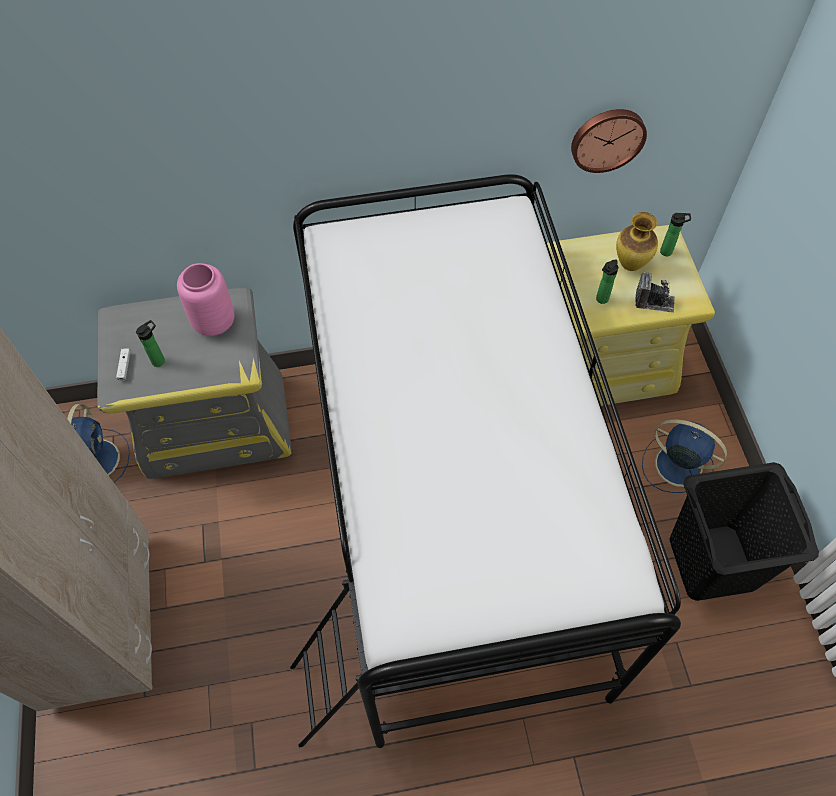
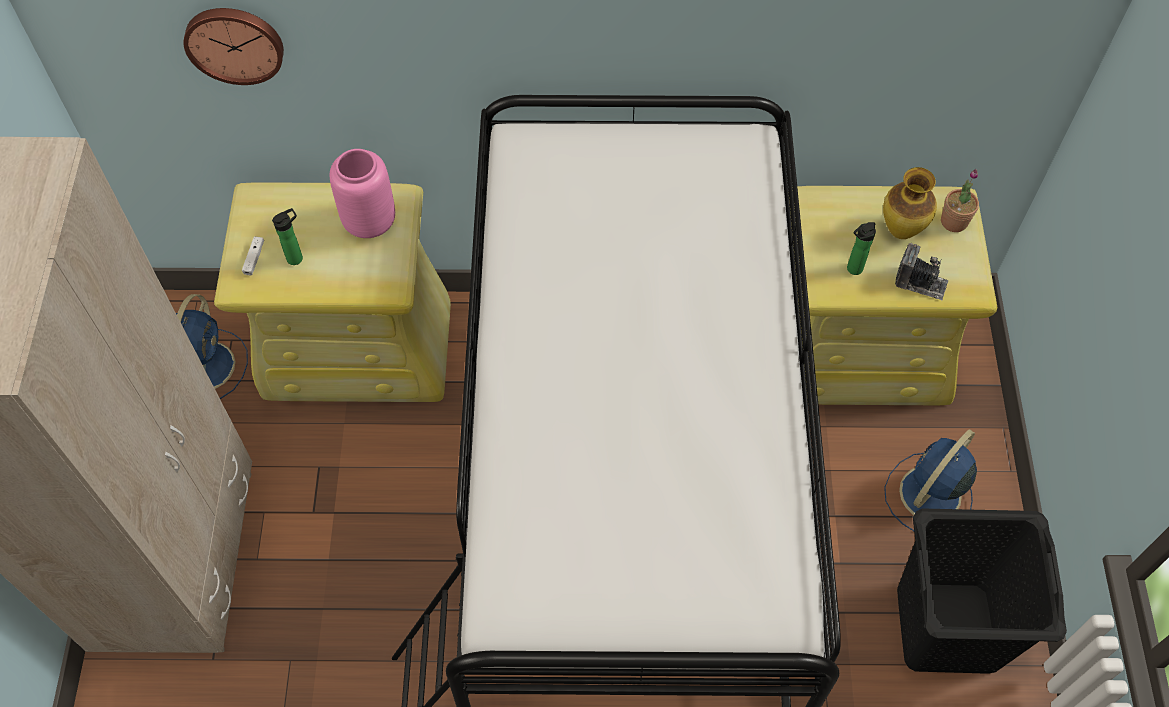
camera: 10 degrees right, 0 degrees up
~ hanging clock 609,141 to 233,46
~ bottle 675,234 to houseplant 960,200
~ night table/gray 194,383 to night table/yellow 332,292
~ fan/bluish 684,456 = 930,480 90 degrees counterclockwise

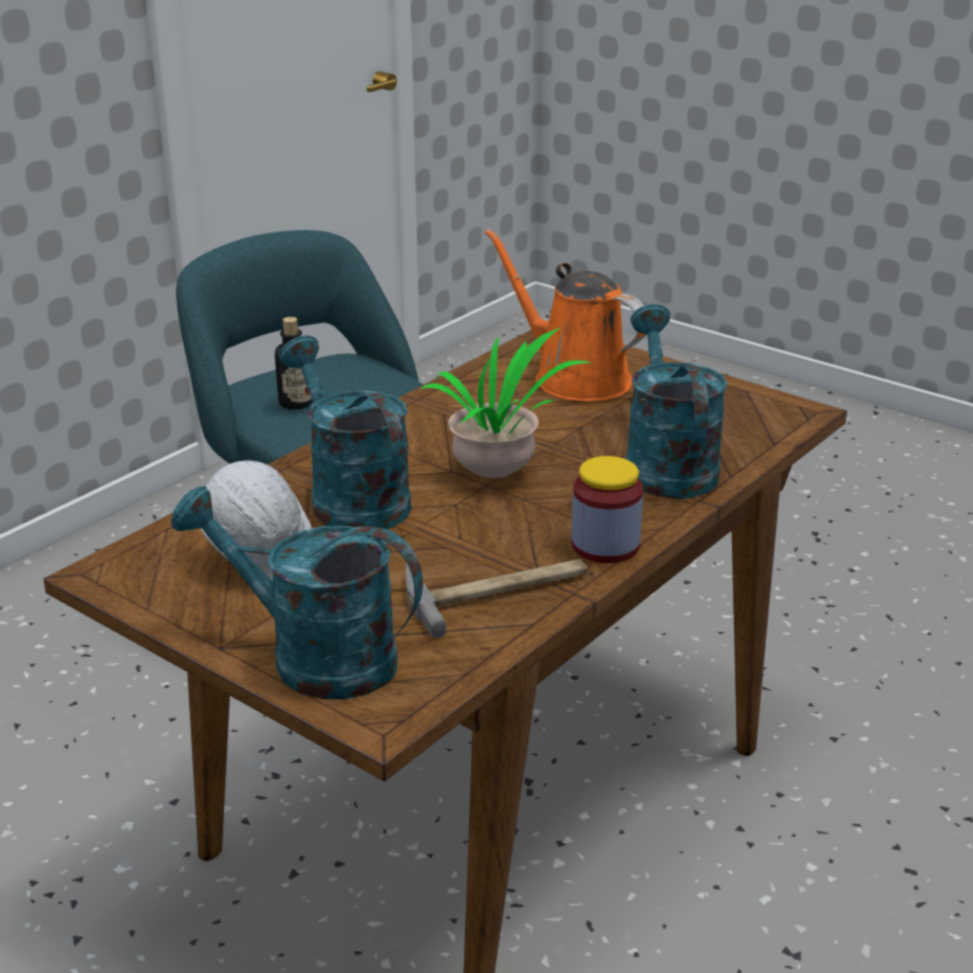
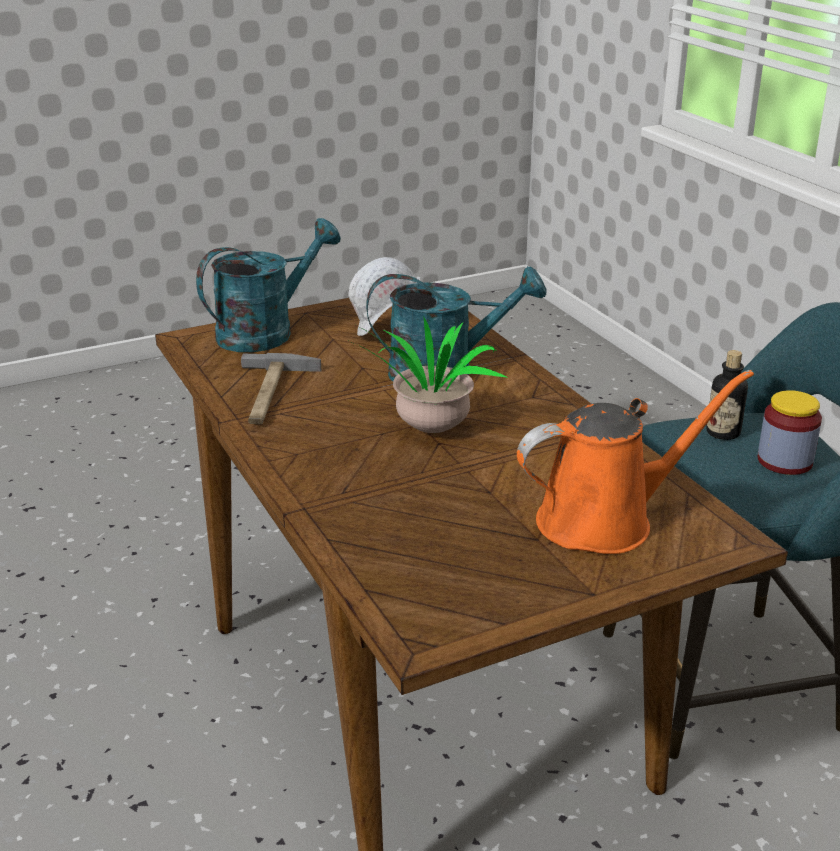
camera: 115 degrees right, 0 degrees up
- watering can/blue-green 676,401
~ storage jar 607,509 to 789,432

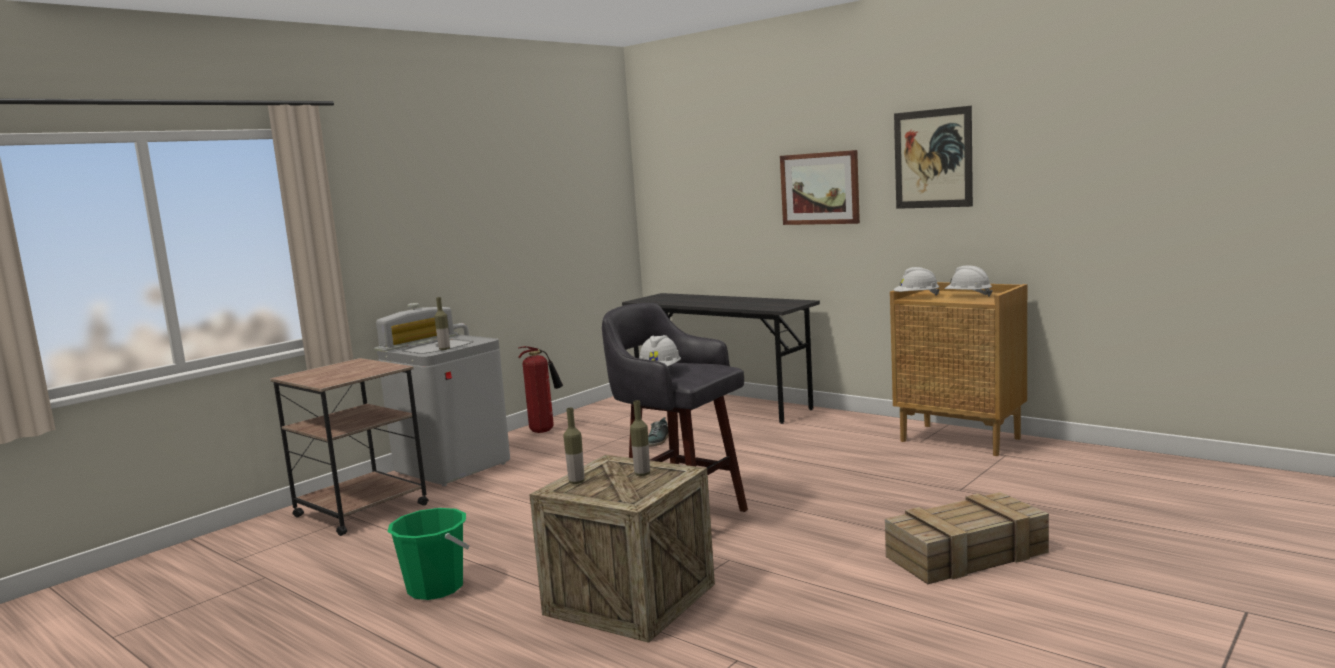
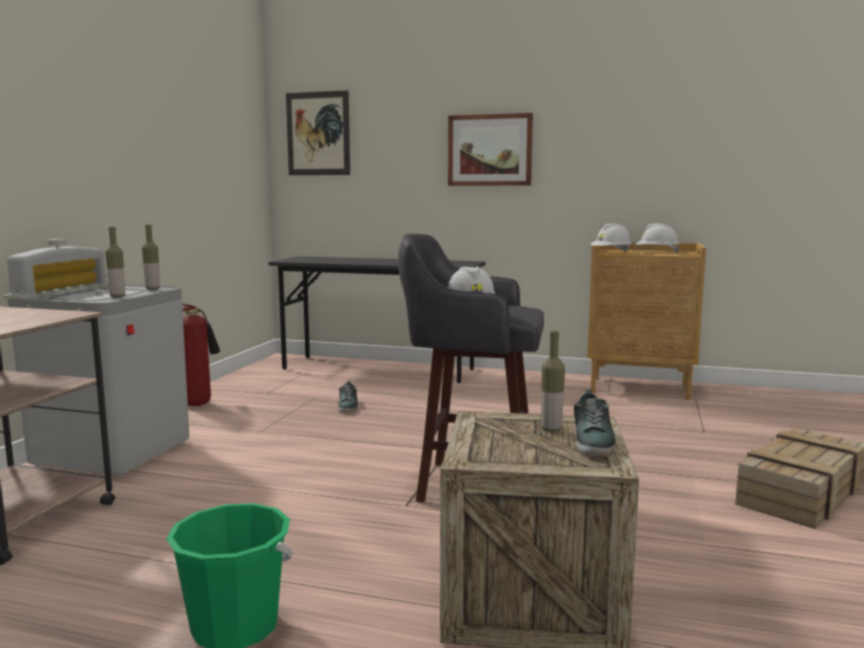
camera: 25 degrees left, 0 degrees up
~ picture 933,157 to 318,132
~ bottle 574,446 to 151,257
+ item of footwear 595,422

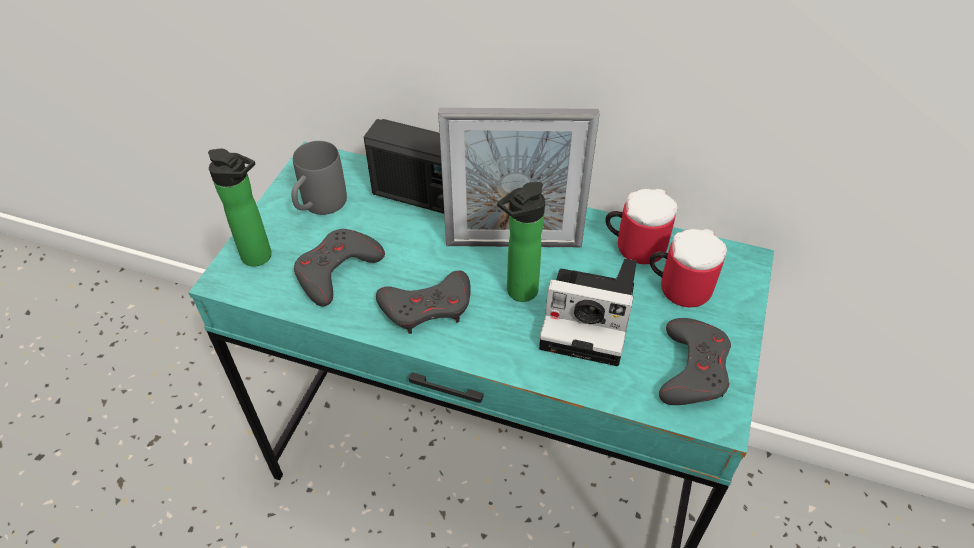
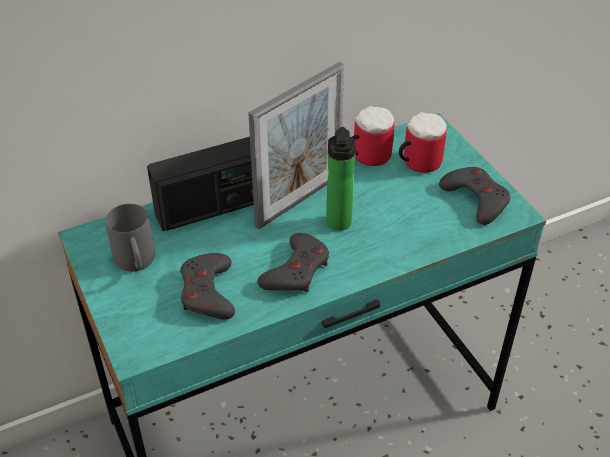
camera: 45 degrees left, 5 degrees down
- bottle 240,208
- photo camera 588,312

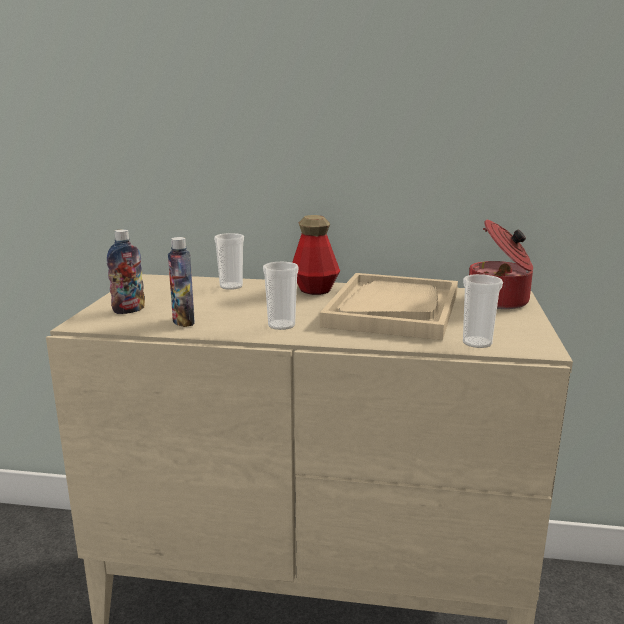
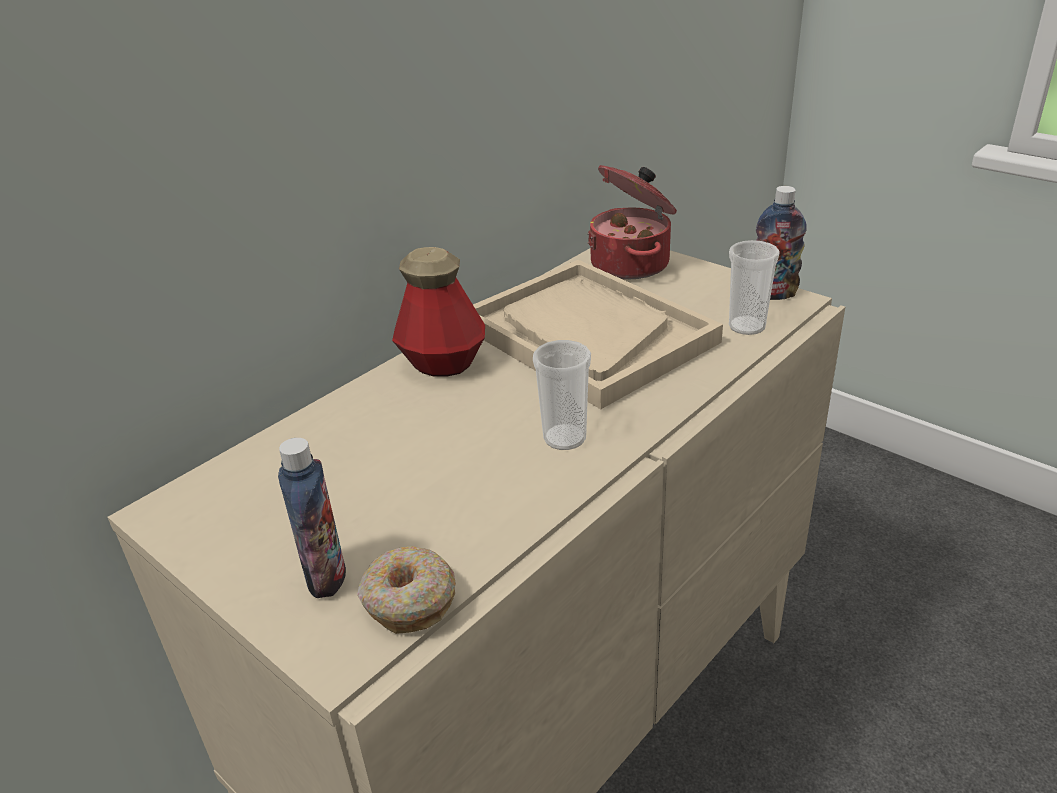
camera: 55 degrees left, 15 degrees up
- small cup 229,261
~ bottle 181,282 to 781,243
+ ring doughnut 406,590

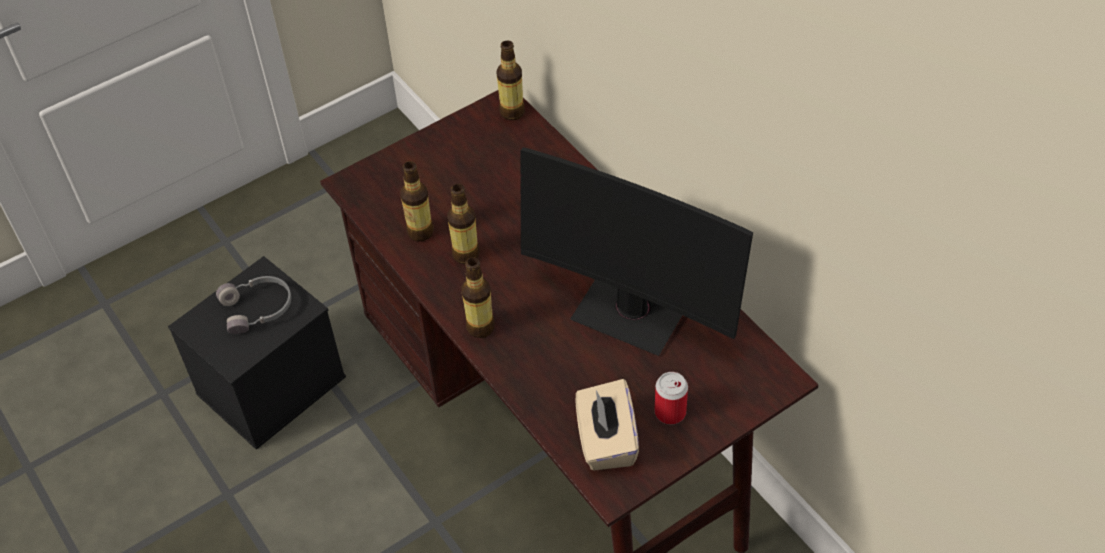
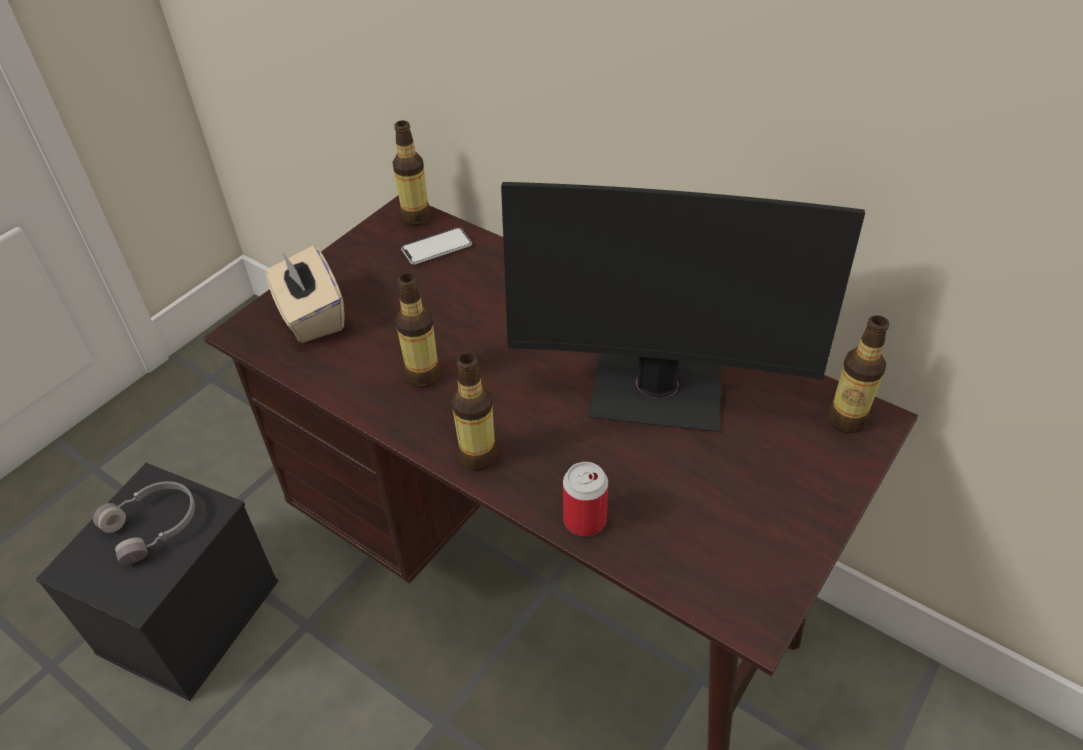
camera: 20 degrees left, 5 degrees down
~ bottle 417,201 to 858,374
~ metal can 671,398 to 585,499
~ tissue box/sand-coloured 607,424 to 305,294
+ handset 436,246

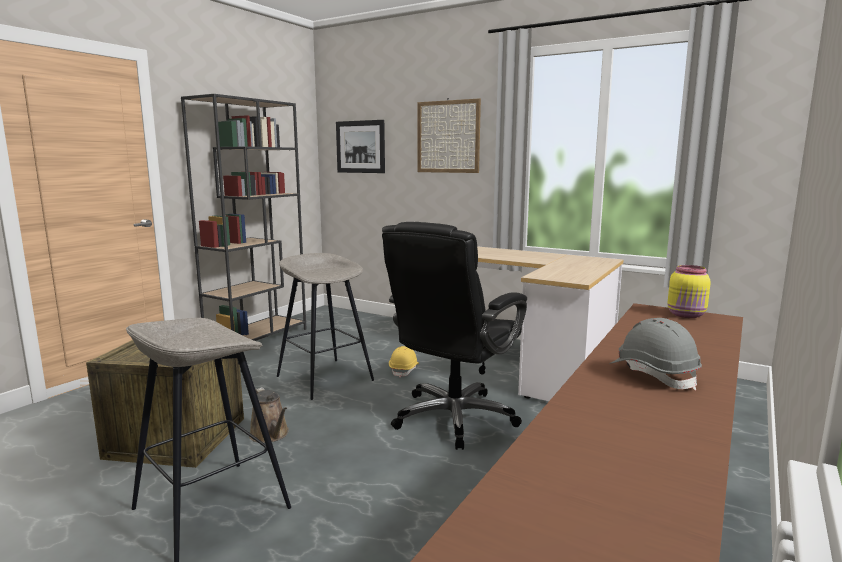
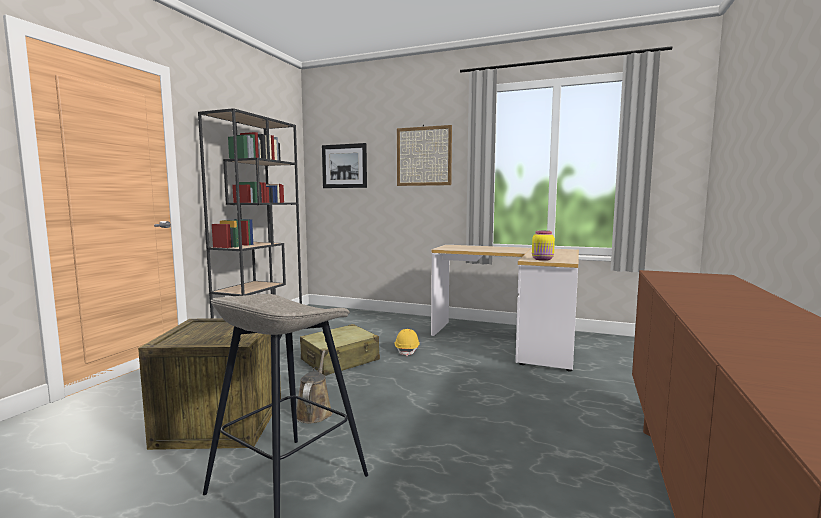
camera: 10 degrees left, 5 degrees down
- desk chair/black-coloured 454,336
~ stool seat/gray 325,326 to piece of luggage/sand-coloured 340,350
~ storage jar/yellow 689,291 to 543,246
- safety helmet/gray 655,354
~ watering can/brownish 269,415 = 314,386 135 degrees counterclockwise

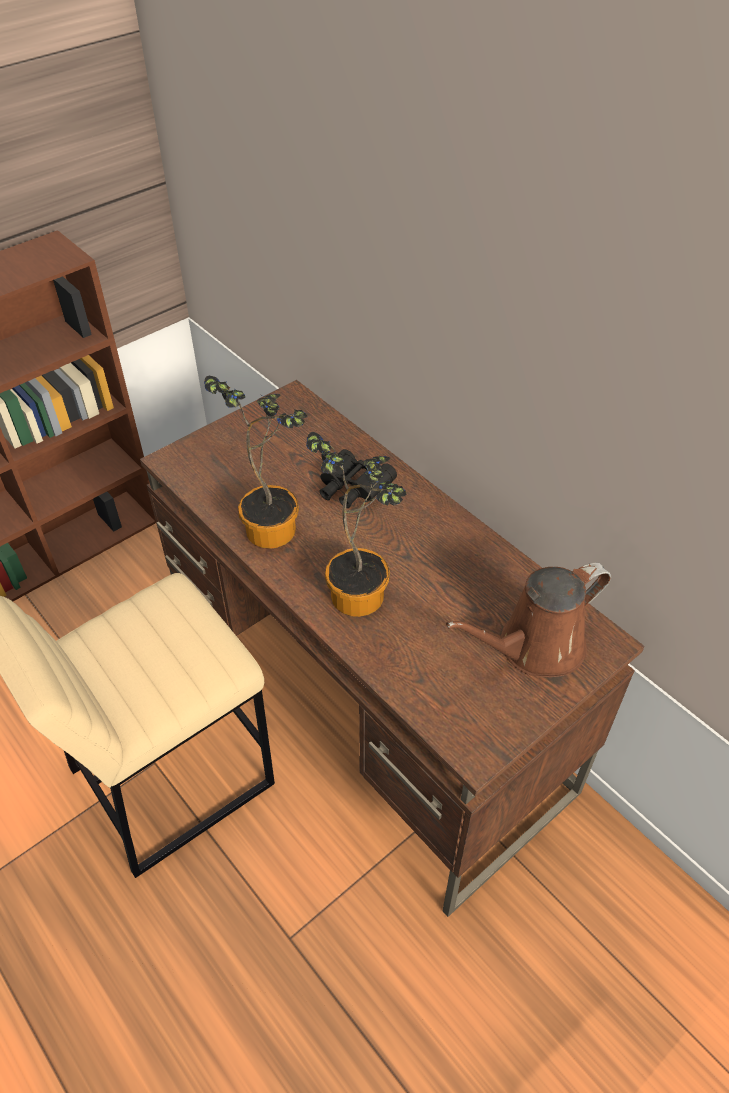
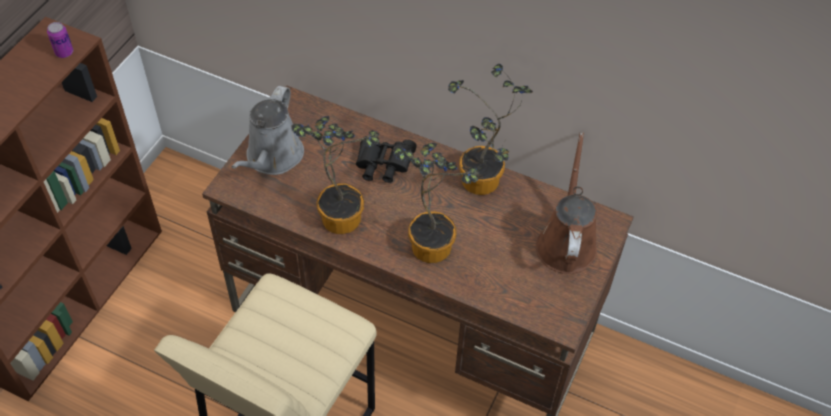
camera: 25 degrees left, 5 degrees up
~ watering can/brownish 528,620 = 566,203 150 degrees clockwise
+ metal can 60,40
+ houseplant 490,129
+ watering can/gray 268,130

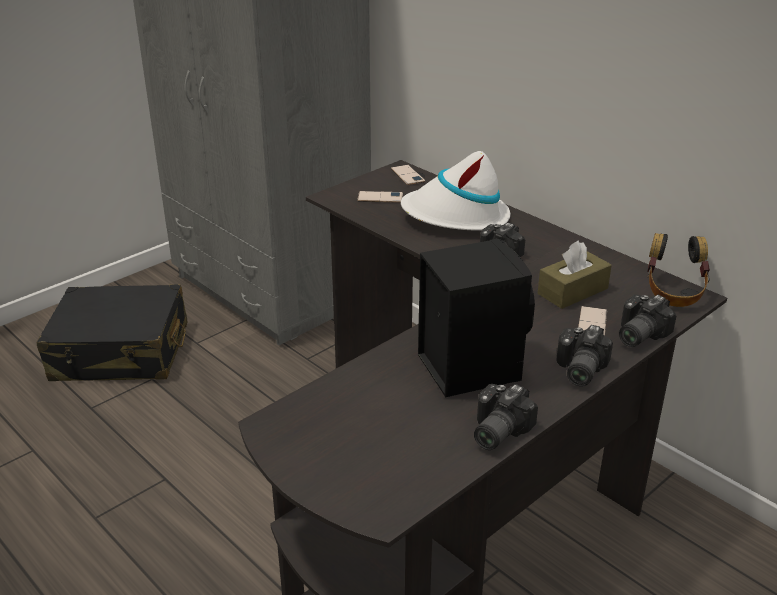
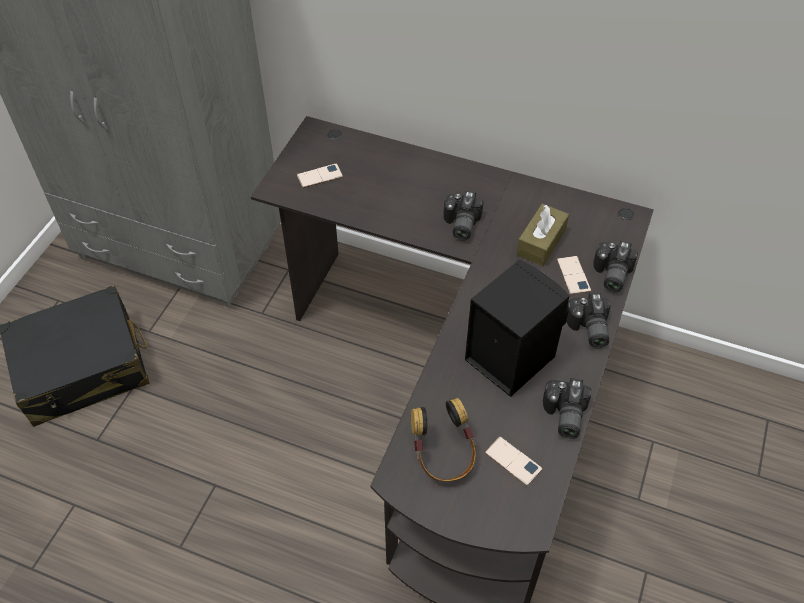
camera: 25 degrees left, 20 degrees up
- hat/white 455,191
~ handset 408,175 to 514,461
~ headphones 678,270 to 443,439

